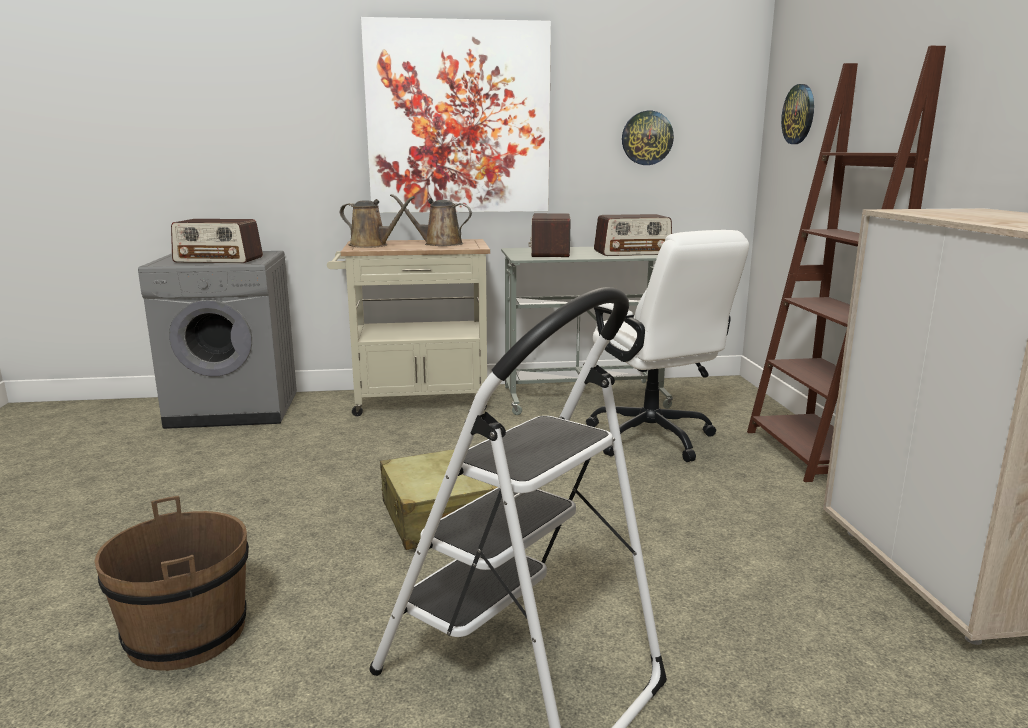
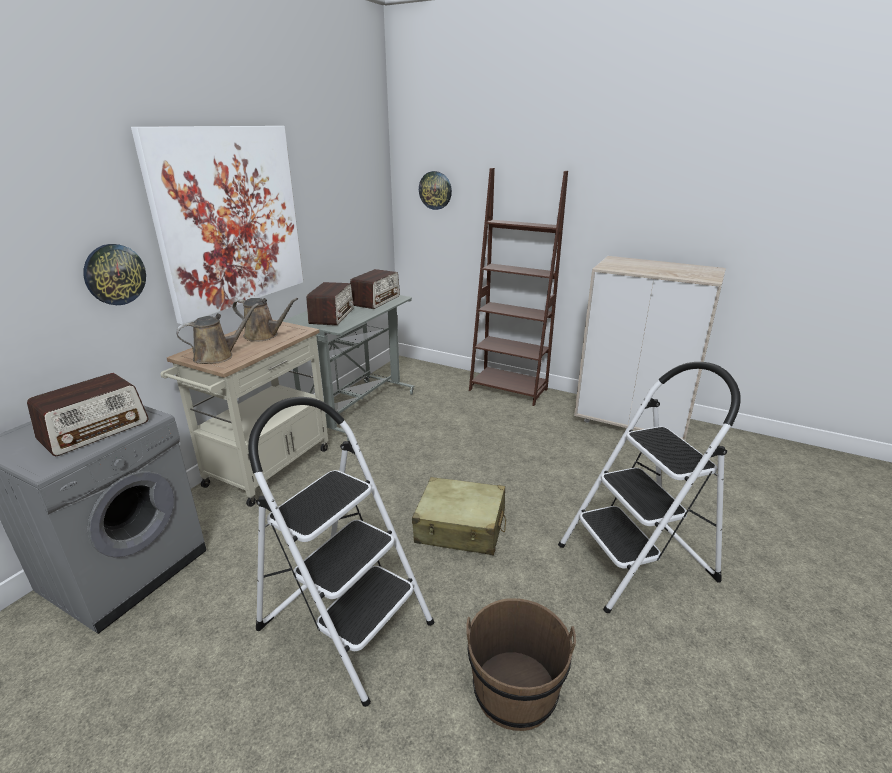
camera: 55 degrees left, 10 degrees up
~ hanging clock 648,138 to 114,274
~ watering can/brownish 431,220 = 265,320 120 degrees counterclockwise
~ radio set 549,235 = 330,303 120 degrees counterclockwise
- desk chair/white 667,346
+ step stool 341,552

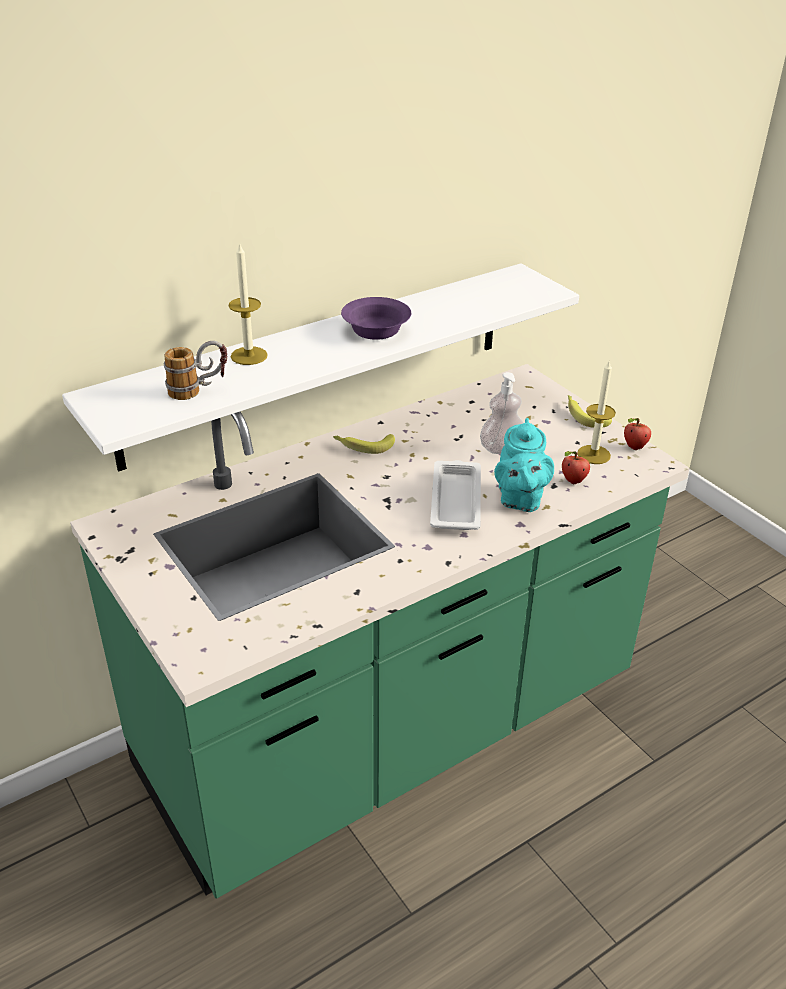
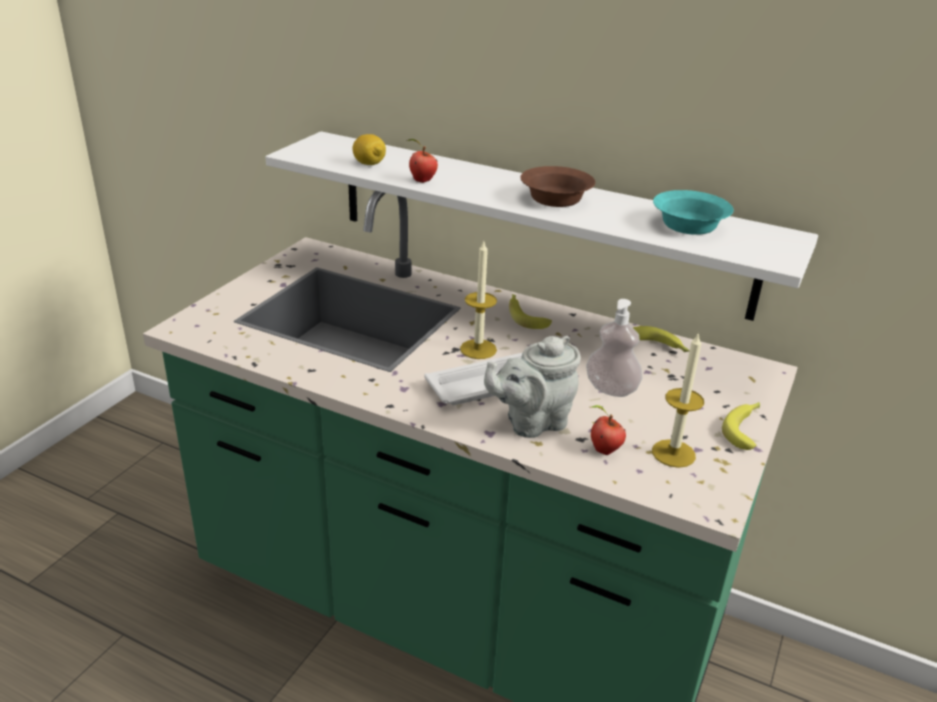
camera: 60 degrees right, 5 degrees down
~ wax candle 248,303 to 478,300
~ bowl/purplish 376,318 to bowl/brownish 557,186
~ coffee mug 196,370 to lemon 369,149
~ tea pot/blue-green 524,465 to tea pot/gray 532,387
~ whole apple 637,434 to 422,161
+ bowl/blue-green 693,212
+ banana 661,339

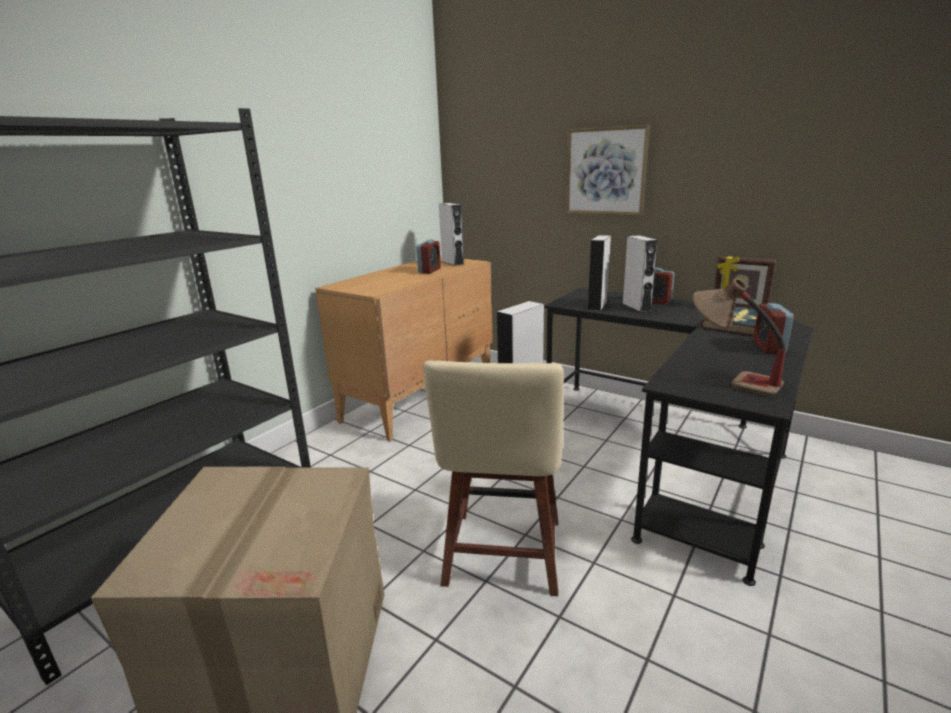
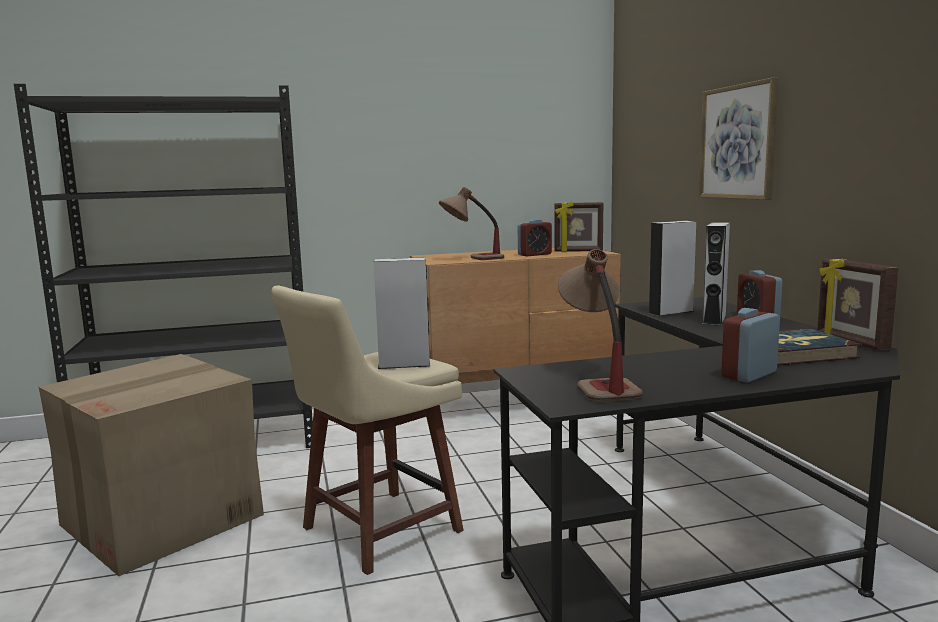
camera: 40 degrees right, 10 degrees down
~ speaker/gray 451,234 to photo frame 578,226
+ table lamp 471,223

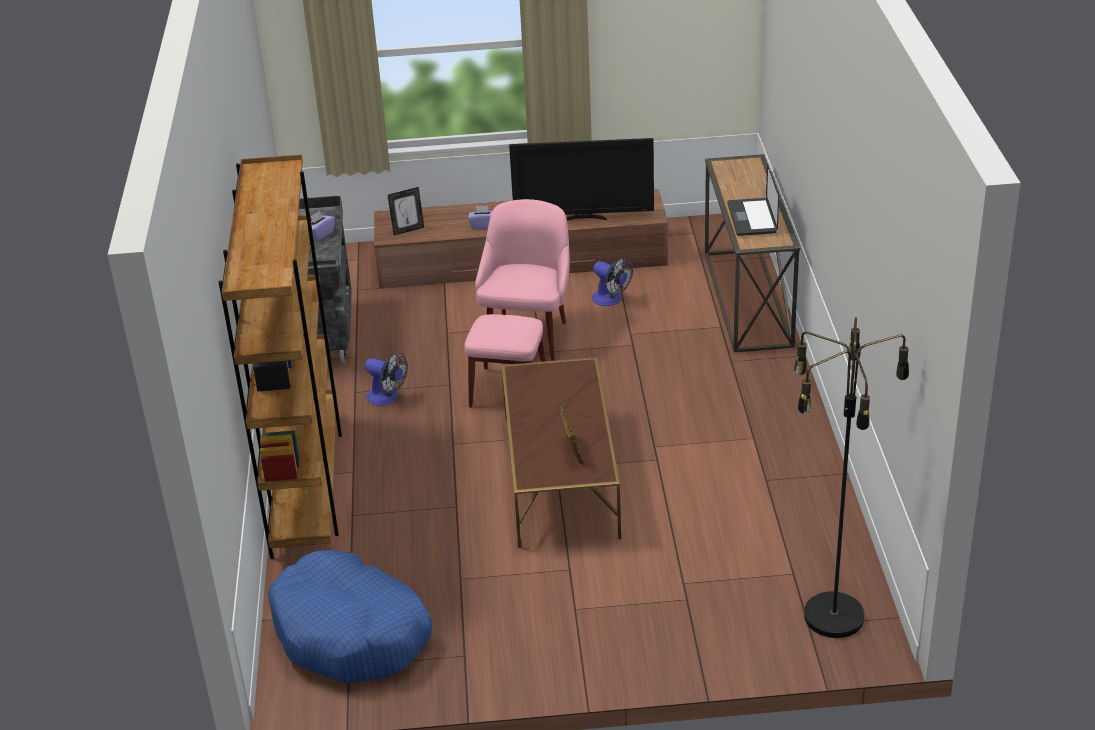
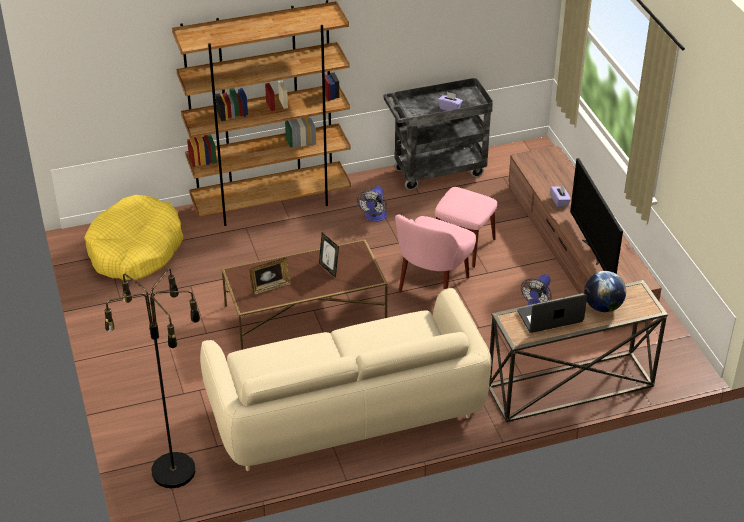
camera: 75 degrees right, 5 degrees up
~ photo frame 406,211 to 329,255
~ easy chair/pink-coloured 517,303 = 446,240 120 degrees clockwise
~ dog cushion/bluish 350,616 to dog cushion/yellow 133,237
+ globe 605,291
+ sofa/sand-coloured 346,379

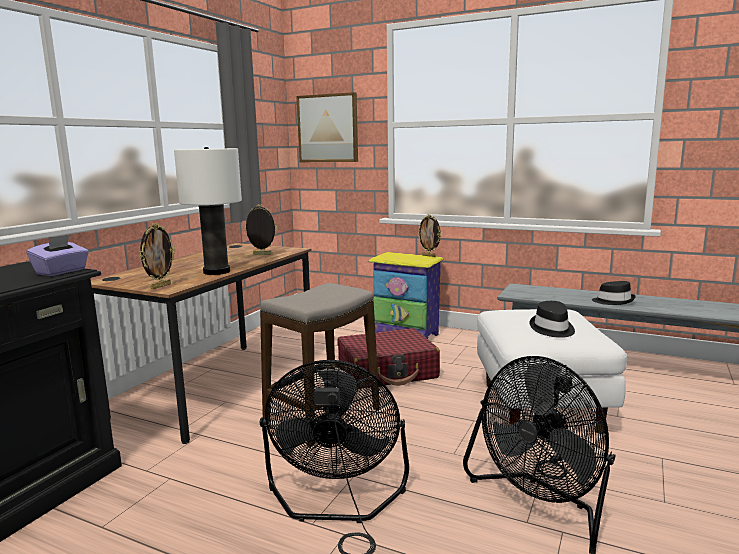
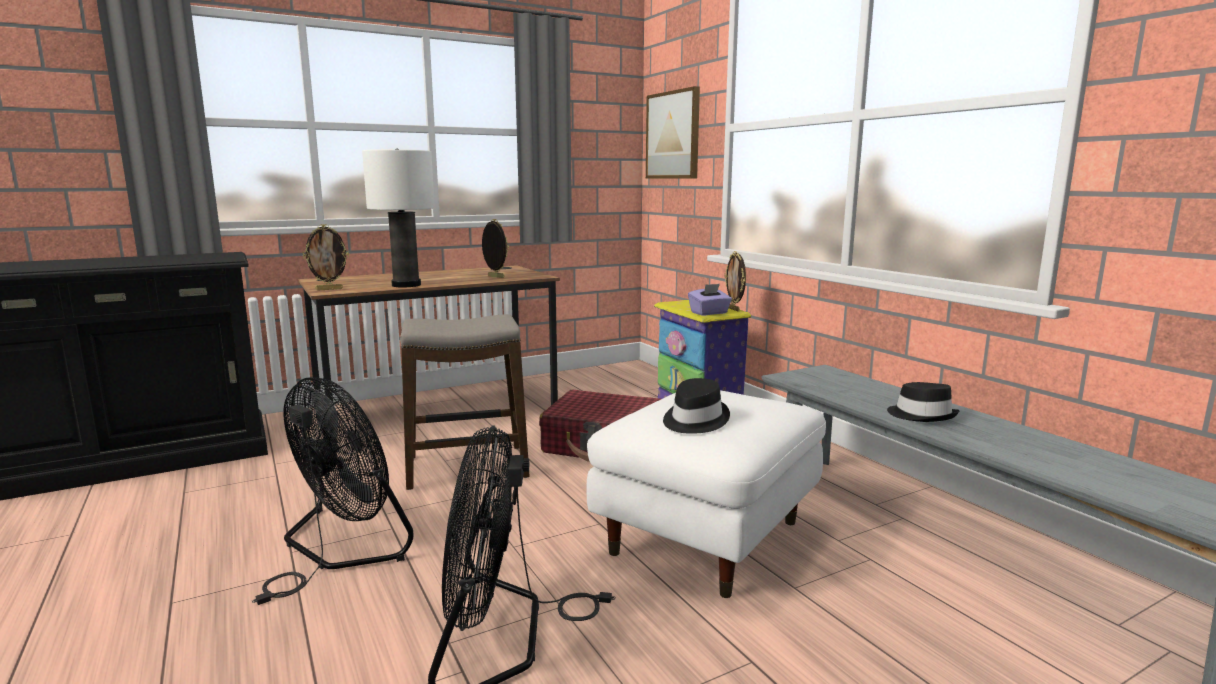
camera: 35 degrees right, 0 degrees up
~ tissue box/purplish 57,255 to 710,299

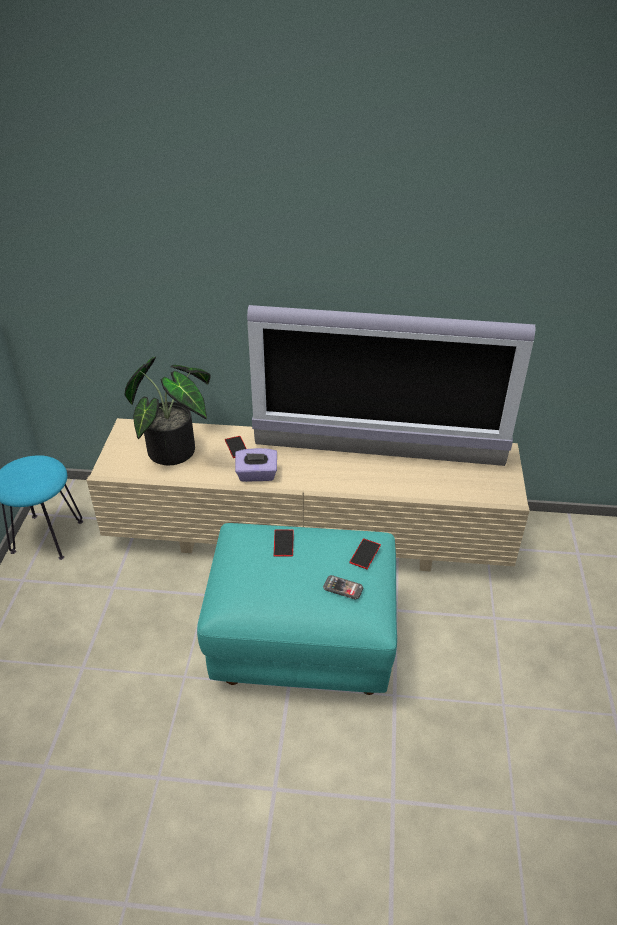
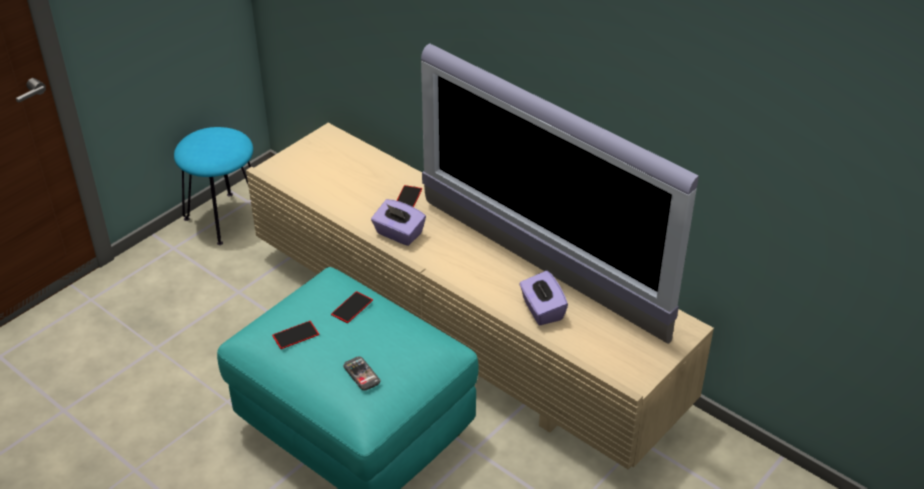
camera: 35 degrees right, 0 degrees up
- houseplant 168,411
~ handset 365,553 to 295,335
+ tissue box/purplish 543,297

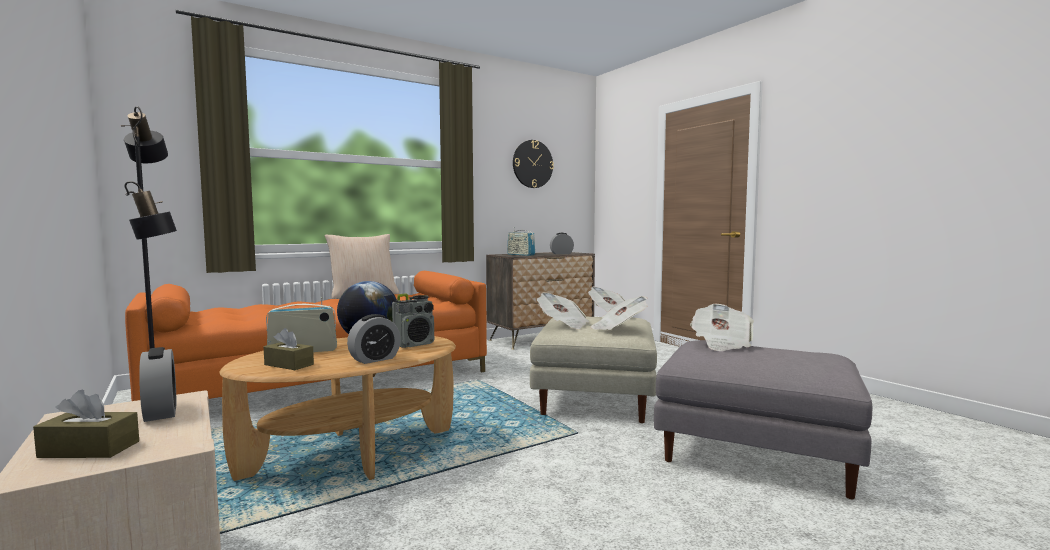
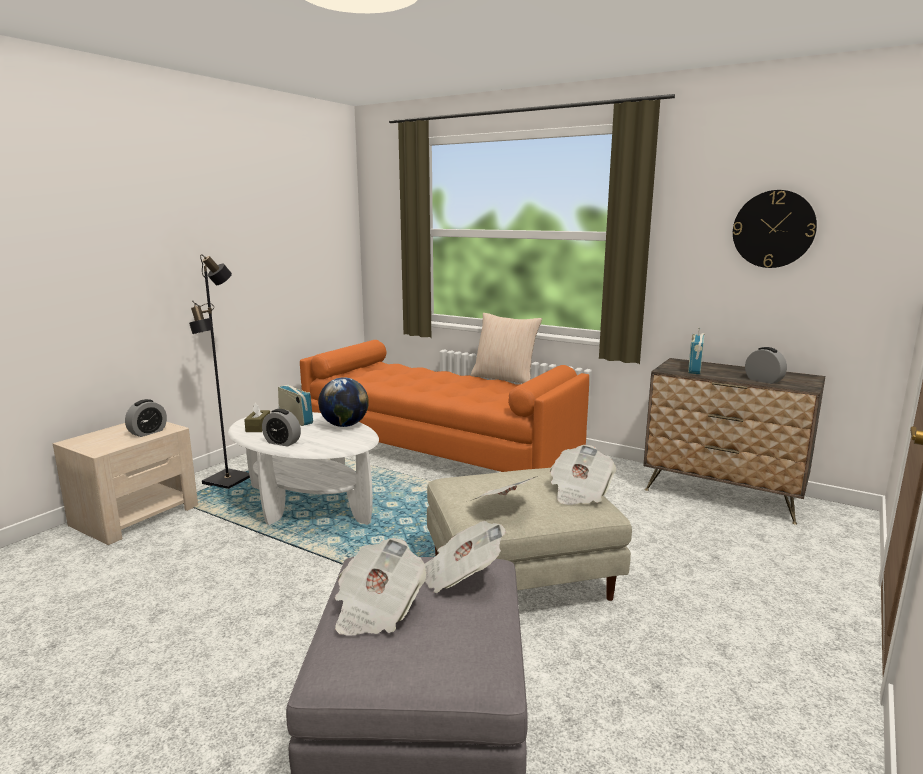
camera: 65 degrees right, 10 degrees up
~ printed paper 563,310 to 380,587
- radio set 413,320
~ lounge table/brownish 338,408 to lounge table/white 303,468
- tissue box/brownish 86,424

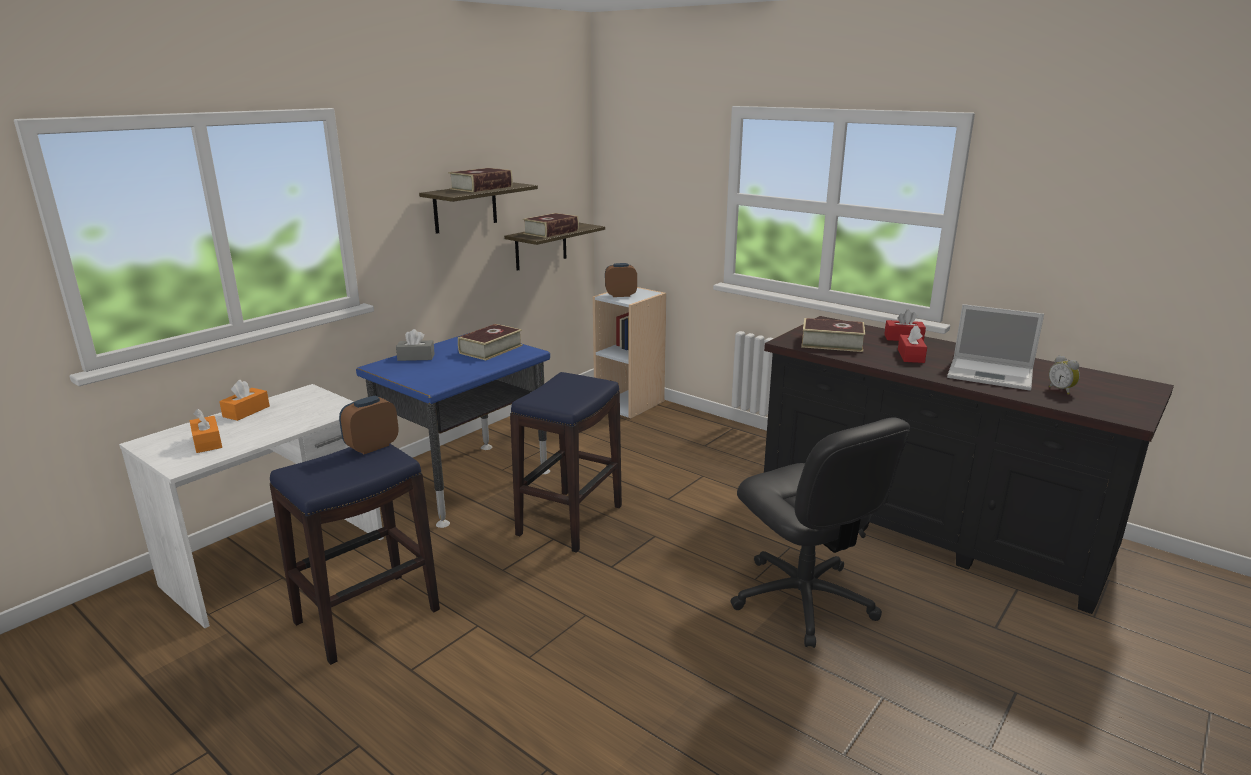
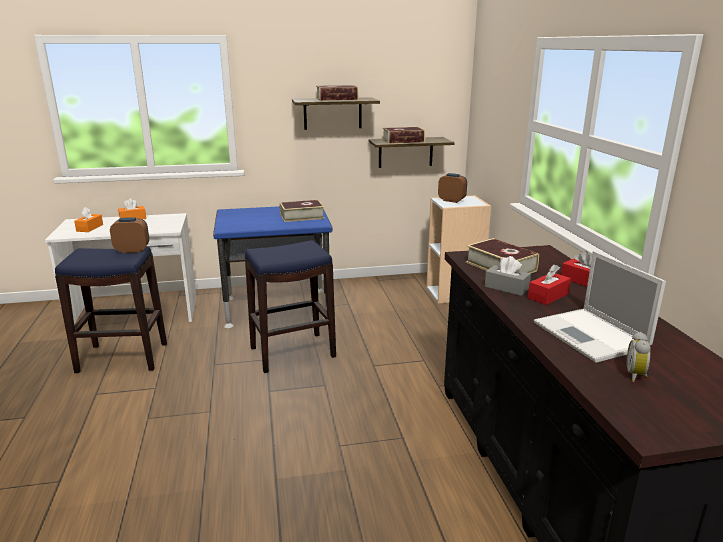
camera: 40 degrees right, 0 degrees up
~ tissue box/gray 415,345 to 508,276
- desk chair/black-coloured 820,532

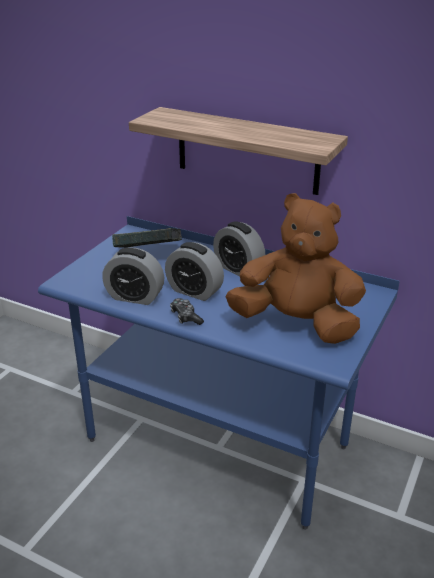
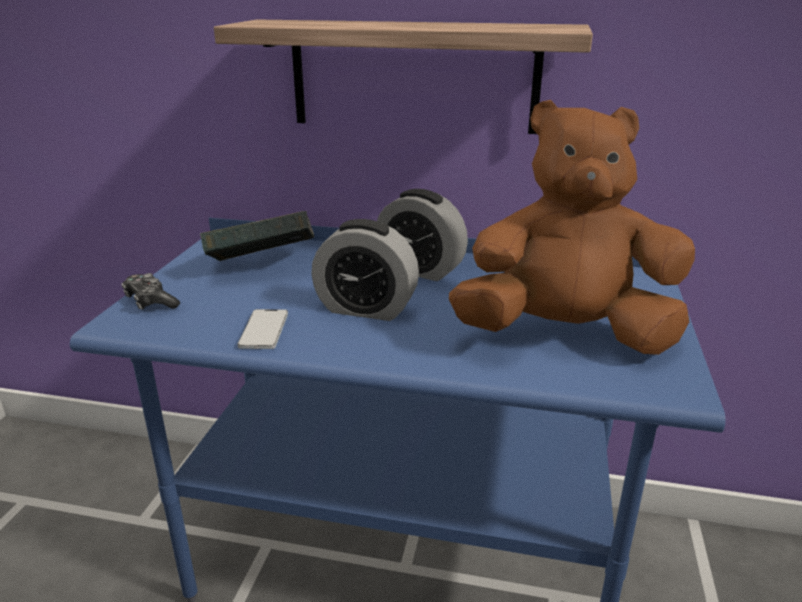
camera: 15 degrees left, 5 degrees down
~ table clock 133,276 to handset 263,329
~ game controller 187,311 to 150,291

